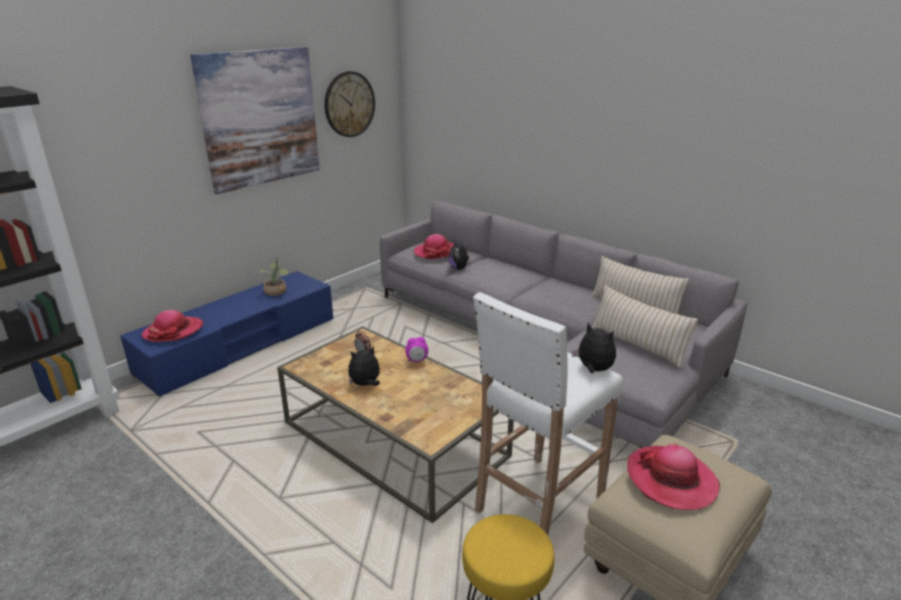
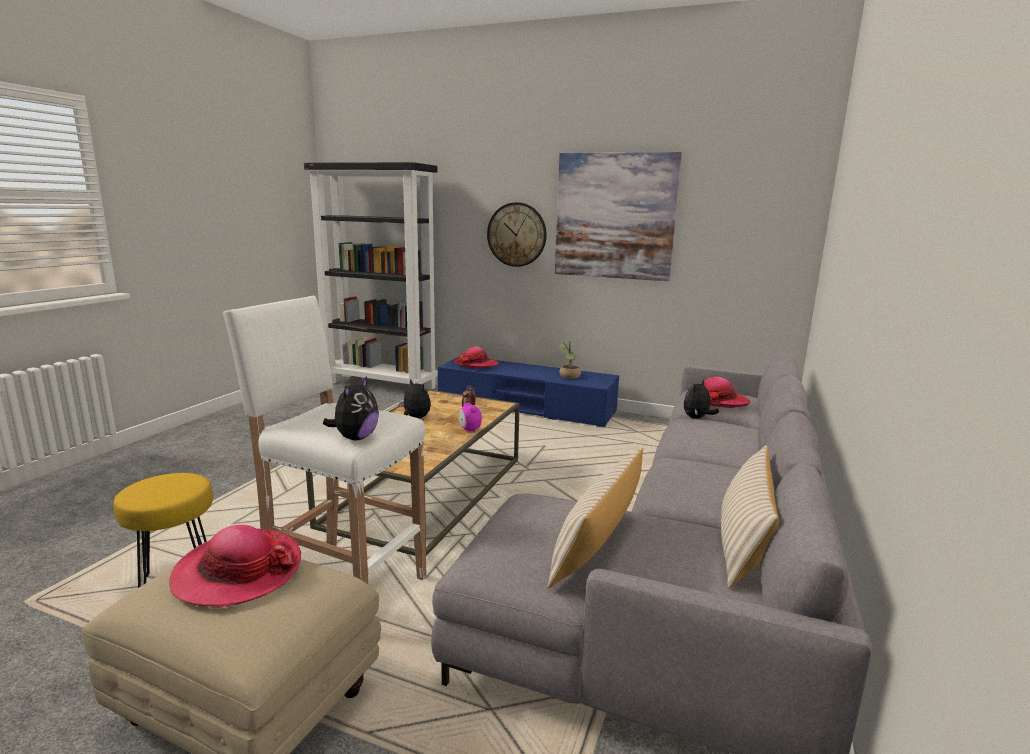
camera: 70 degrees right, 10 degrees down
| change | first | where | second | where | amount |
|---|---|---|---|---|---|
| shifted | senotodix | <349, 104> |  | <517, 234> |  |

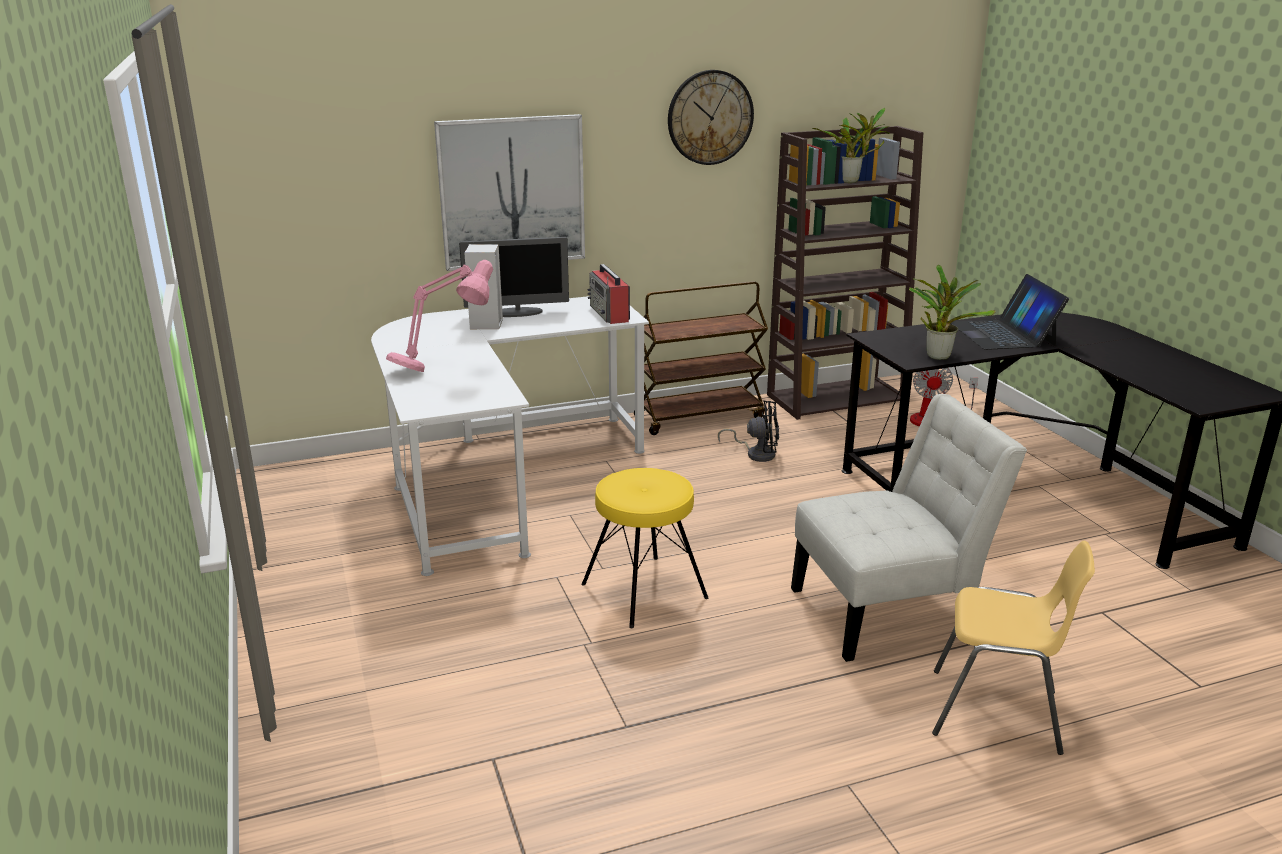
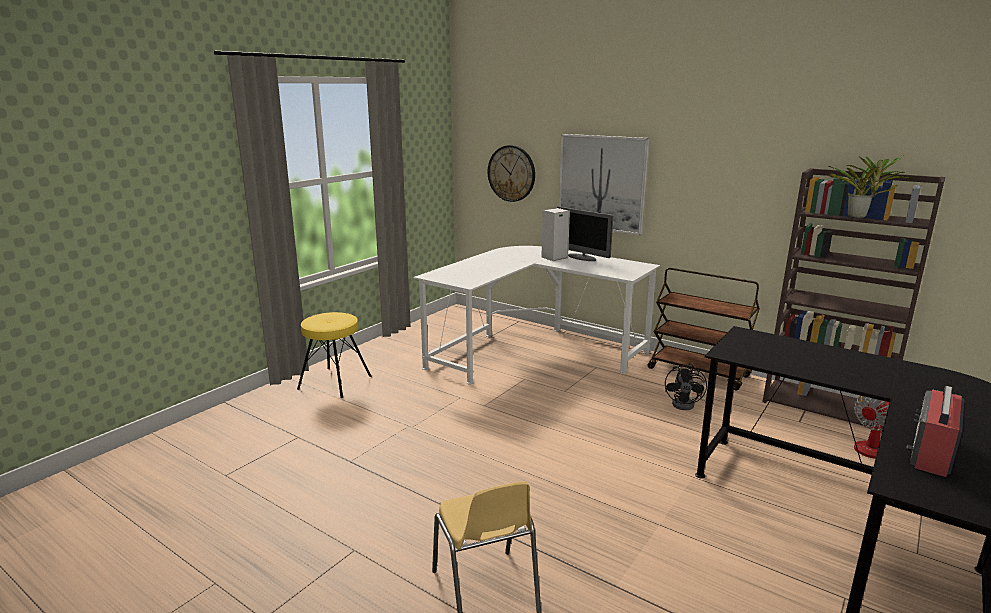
camera: 55 degrees right, 5 degrees down
| change | first | where | second | where | amount |
|---|---|---|---|---|---|
| gone | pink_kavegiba | <442, 369> |  |  |  |
| gone | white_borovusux | <889, 612> |  |  |  |
| gone | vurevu | <938, 355> |  |  |  |
| gone | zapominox | <1003, 334> |  |  |  |
| shifted | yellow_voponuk | <644, 591> |  | <334, 382> |  |
| shifted | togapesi | <609, 314> |  | <931, 453> |  |
| shifted | senotodix | <710, 117> |  | <511, 173> |  |
| rotated | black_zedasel | <756, 453> |  | <687, 404> | 45 degrees clockwise |

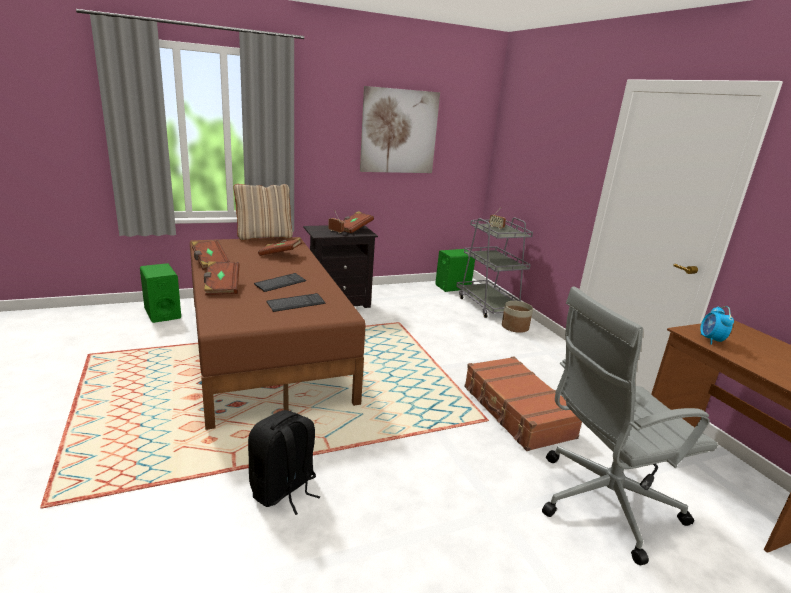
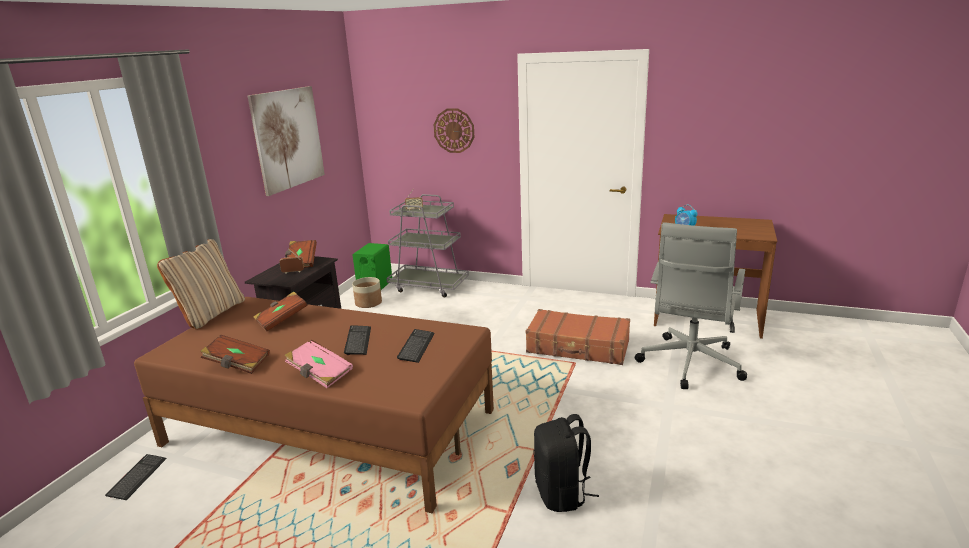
camera: 45 degrees left, 0 degrees up
| change | first | where | second | where | amount |
|---|---|---|---|---|---|
| new |  |  | senotodix | <454, 130> |  |
| shifted | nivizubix | <515, 327> |  | <368, 303> |  |
| swapped | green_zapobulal | <162, 313> | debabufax | <137, 477> |  |
| repainted | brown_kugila | <221, 287> | pink_kugila | <320, 374> |  |

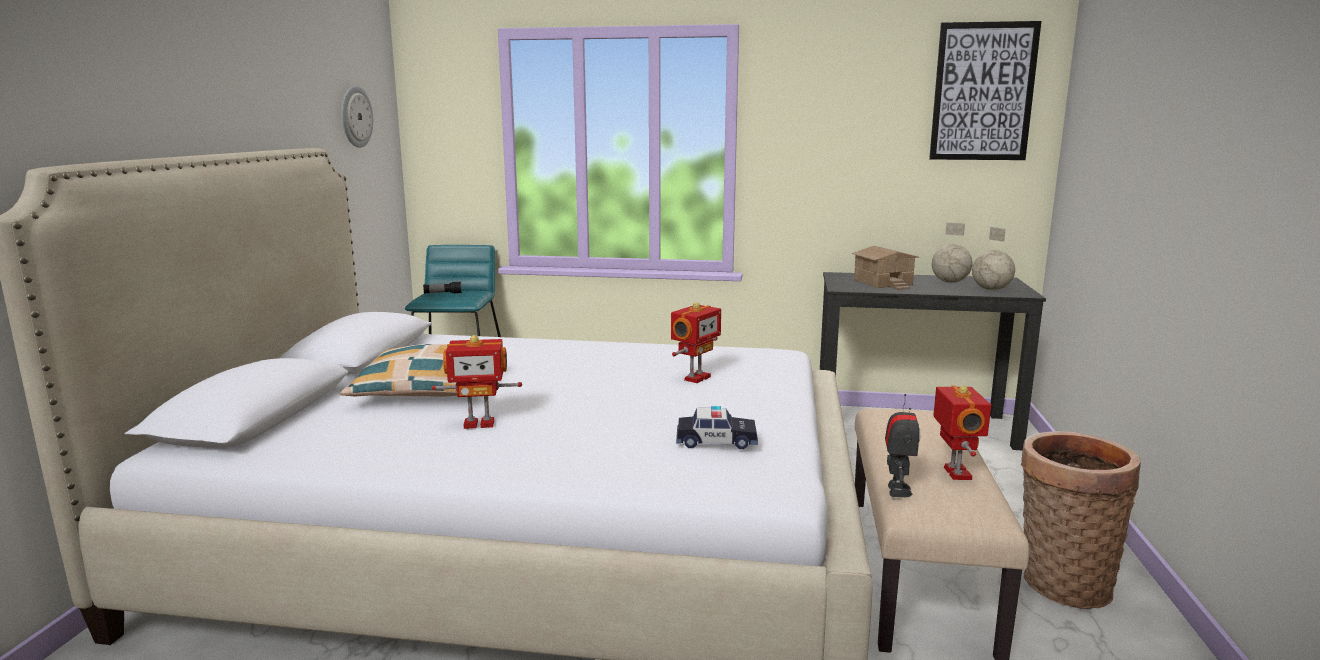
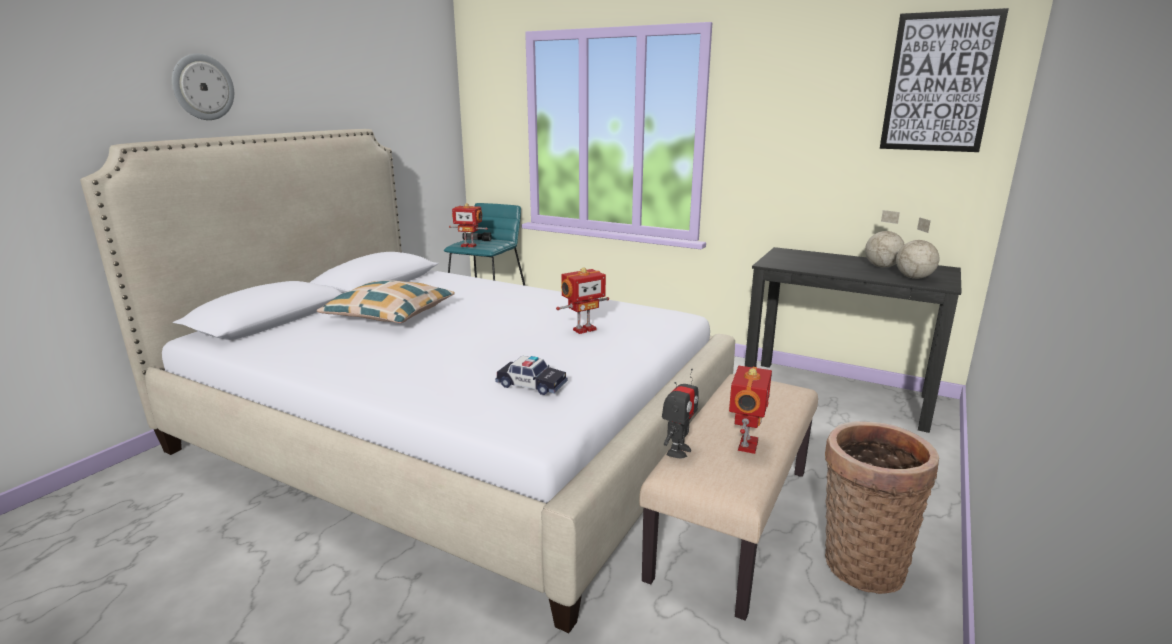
camera: 20 degrees right, 5 degrees up
| change | first | where | second | where | amount |
|---|---|---|---|---|---|
| gone | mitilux | <883, 282> |  |  |  |
| shifted | senotodix | <355, 117> |  | <202, 87> |  |
| shifted | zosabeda | <479, 423> |  | <469, 245> |  |

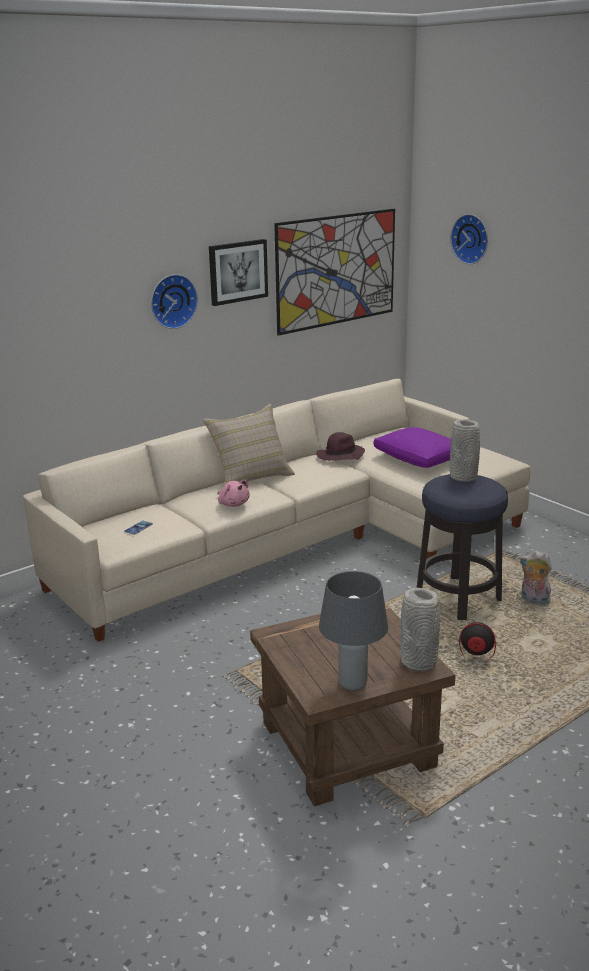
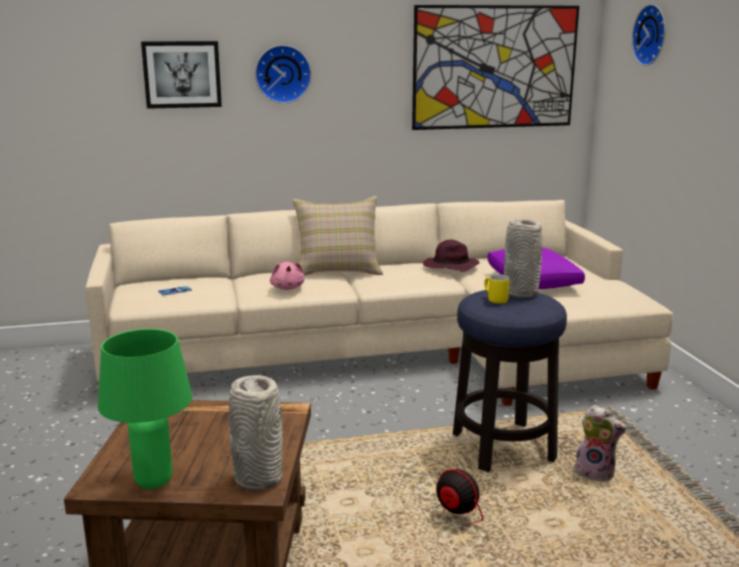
camera: 25 degrees right, 5 degrees down
| change | first | where | second | where | amount |
|---|---|---|---|---|---|
| new |  |  | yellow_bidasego | <493, 300> |  |
| shifted | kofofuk | <237, 271> |  | <182, 74> |  |
| repainted | grey_kavegiba | <353, 685> | green_kavegiba | <153, 482> |  |
| rotated | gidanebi | <533, 601> |  | <595, 473> | 150 degrees clockwise |

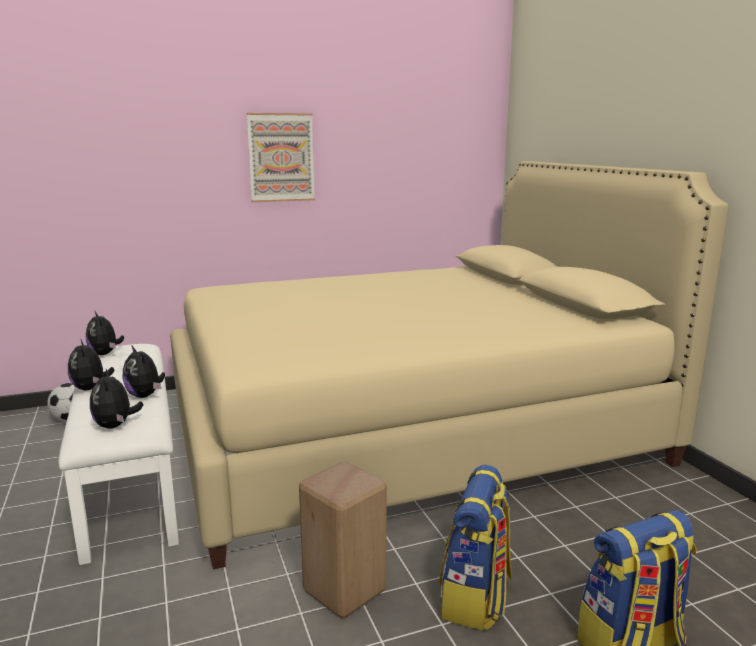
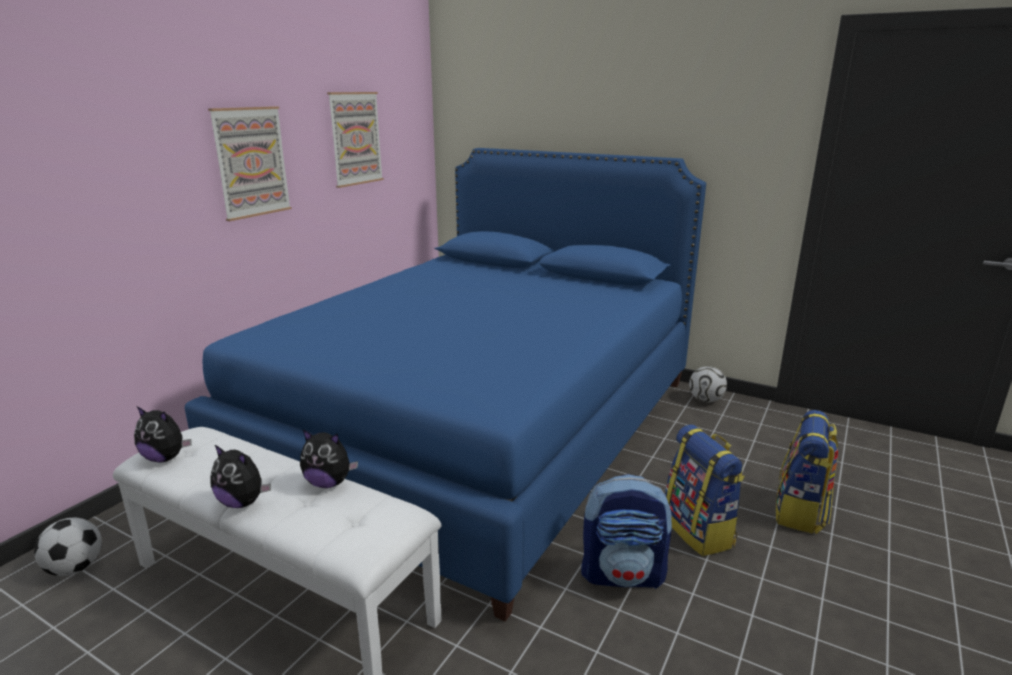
camera: 40 degrees left, 5 degrees up
| change | first | where | second | where | amount |
|---|---|---|---|---|---|
| gone | gidanebi | <115, 426> |  |  |  |
| new |  |  | kofofuk | <355, 138> |  |
| new |  |  | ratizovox | <706, 400> |  |
| swapped | beige_voponuk | <347, 591> | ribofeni | <623, 574> |  |
| repainted | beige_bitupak | <406, 432> | blue_bitupak | <479, 429> |  |

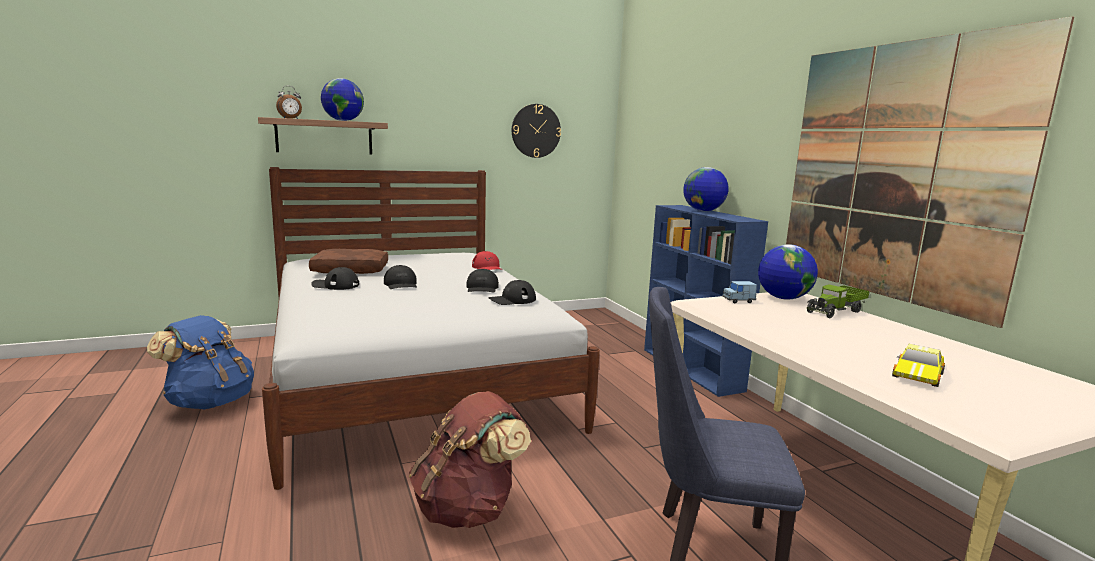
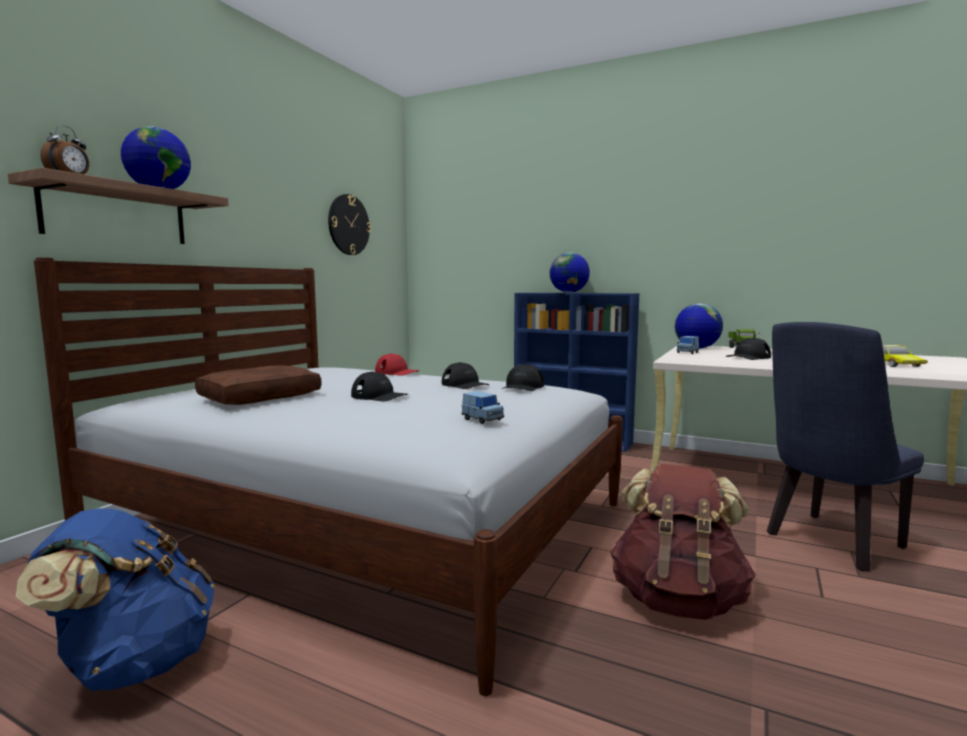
camera: 40 degrees left, 5 degrees down
| change | first | where | second | where | amount |
|---|---|---|---|---|---|
| gone | kofofuk | <895, 172> |  |  |  |
| new |  |  | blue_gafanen | <482, 419> |  |
| shifted | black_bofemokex | <335, 285> |  | <748, 357> |  |

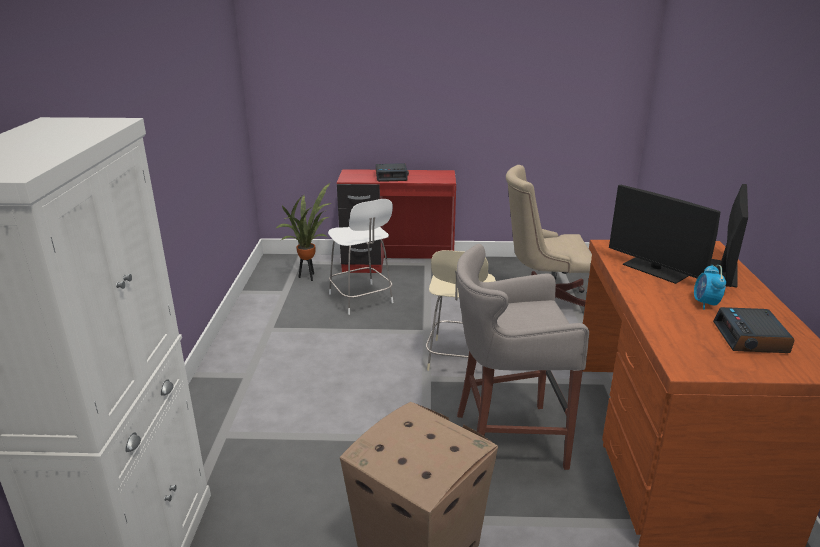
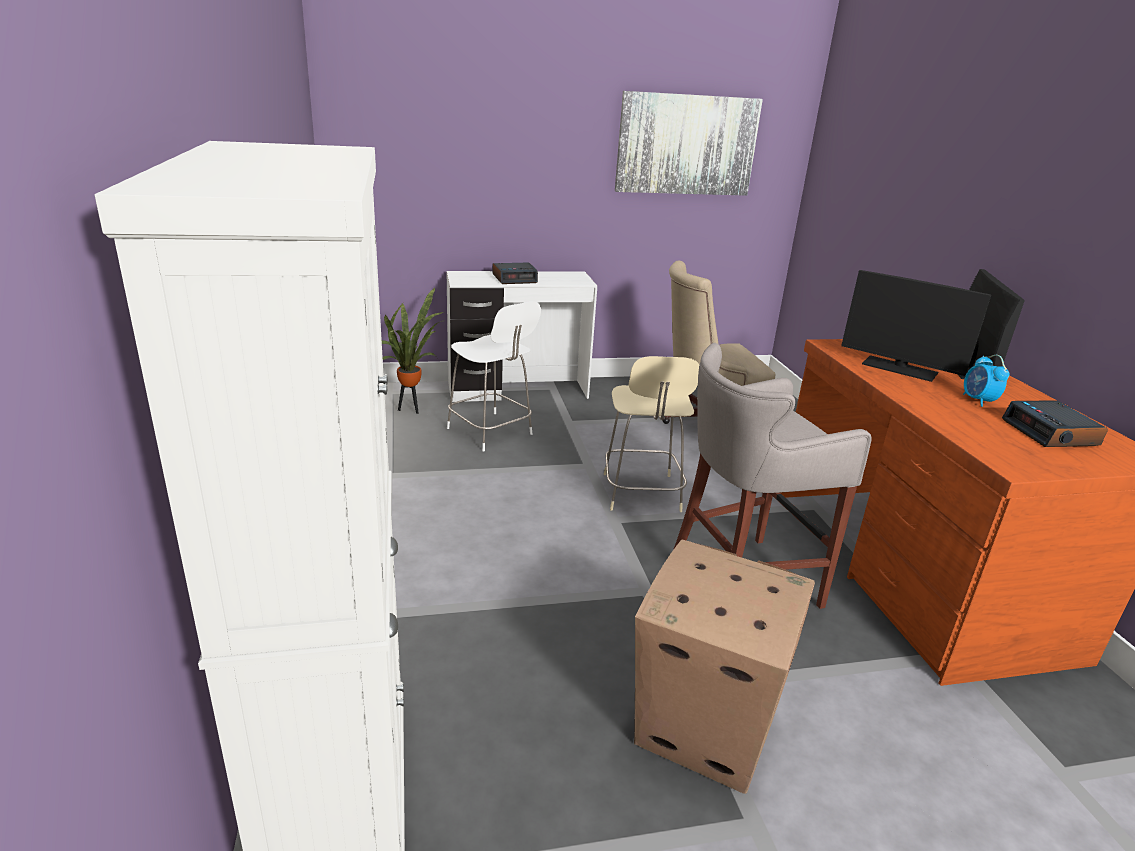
camera: 15 degrees left, 0 degrees up
| change | first | where | second | where | amount |
|---|---|---|---|---|---|
| new |  |  | kofofuk | <686, 145> |  |
| repainted | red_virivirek | <398, 265> | white_virivirek | <518, 391> |  |

